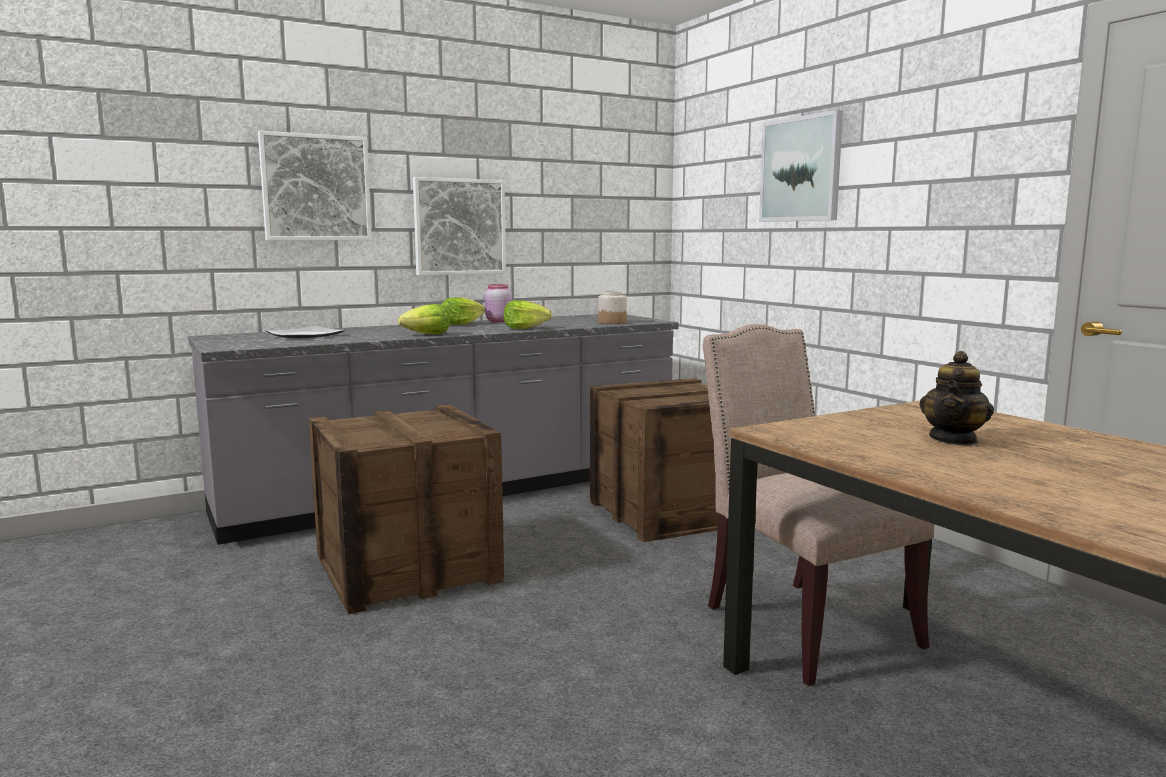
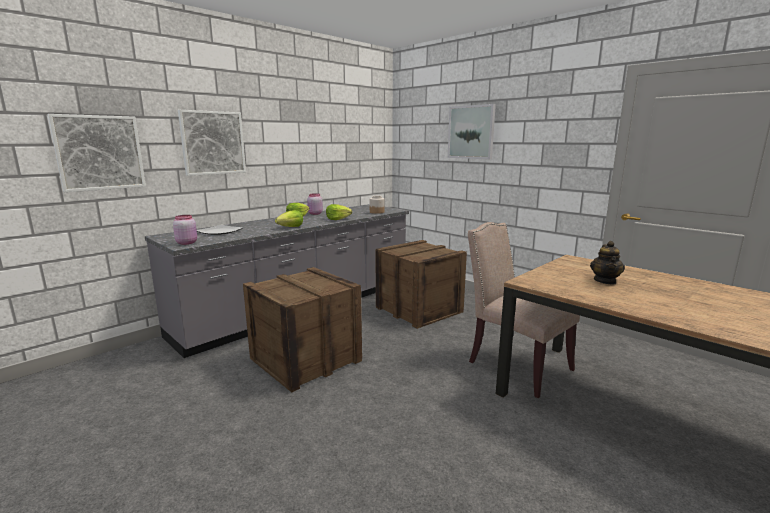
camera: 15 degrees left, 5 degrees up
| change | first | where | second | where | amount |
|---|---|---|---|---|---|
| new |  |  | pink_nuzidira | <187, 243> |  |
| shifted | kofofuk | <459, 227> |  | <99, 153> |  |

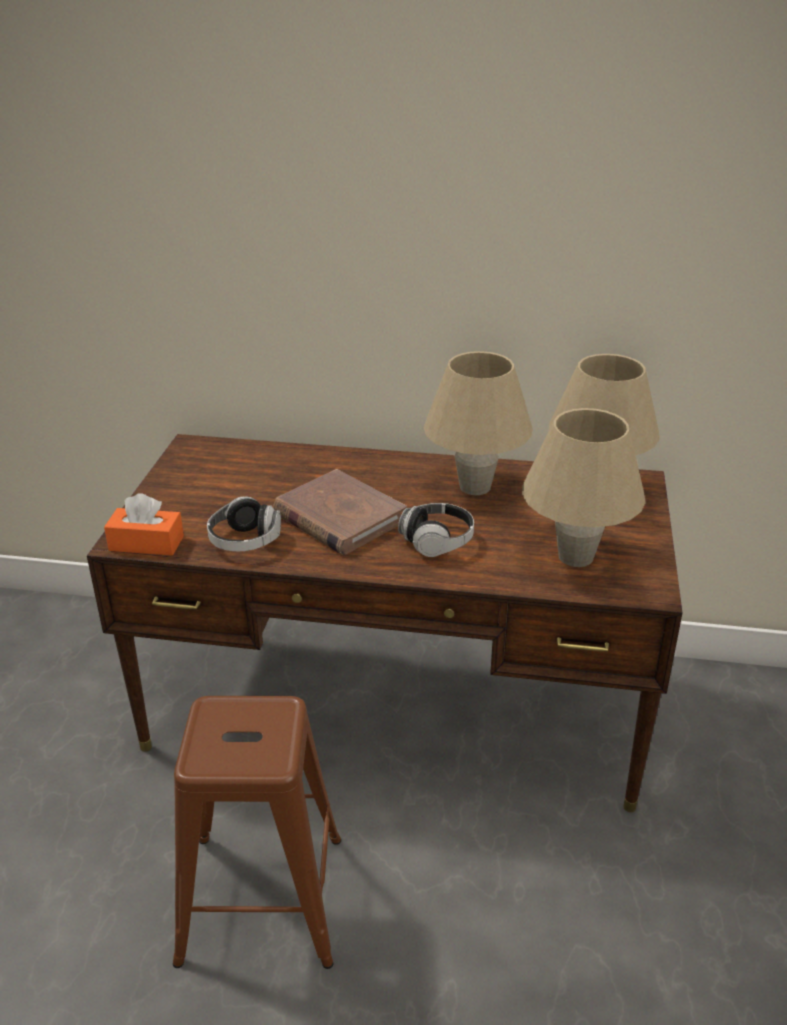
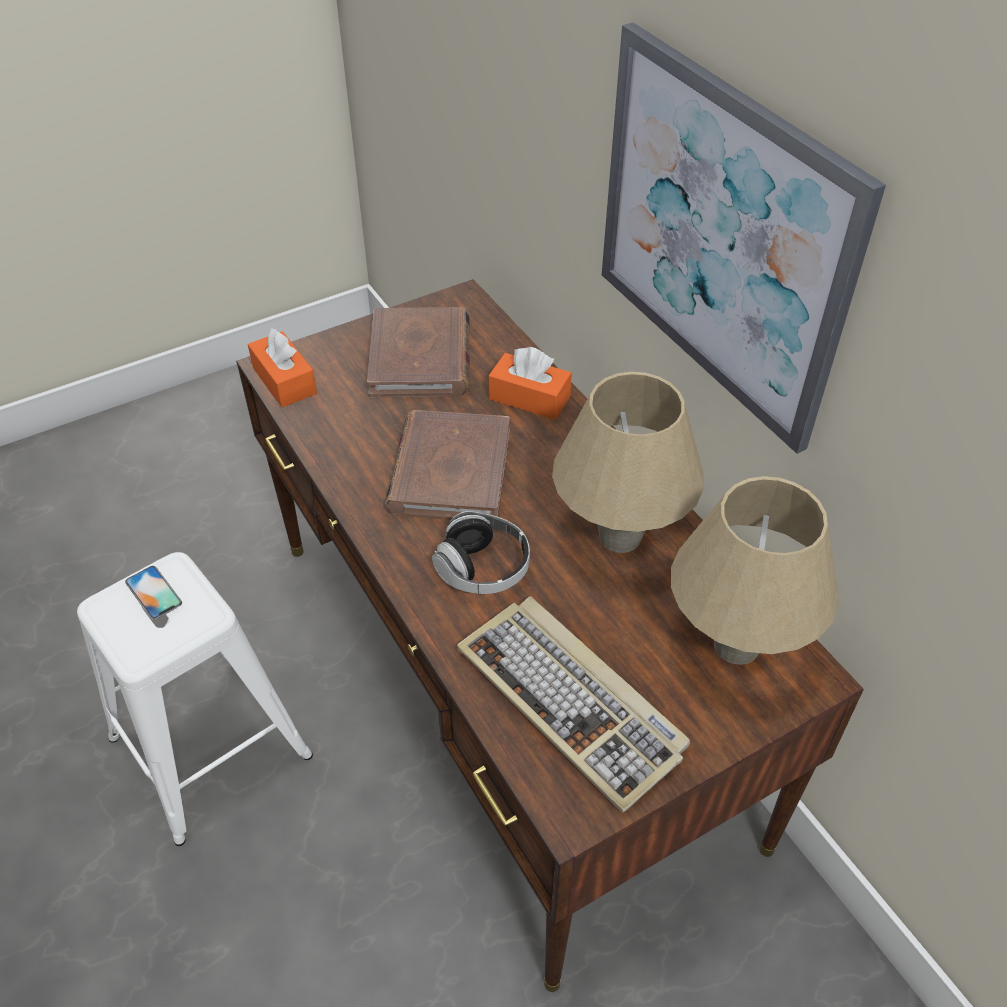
camera: 50 degrees right, 15 degrees up
| change | first | where | second | where | amount |
|---|---|---|---|---|---|
| gone | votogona | <245, 541> |  |  |  |
| new |  |  | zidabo | <153, 592> |  |
| new |  |  | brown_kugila | <421, 358> |  |
| new |  |  | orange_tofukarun | <529, 398> |  |
| new |  |  | kofofuk | <720, 237> |  |
| swapped | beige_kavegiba | <576, 557> | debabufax | <573, 702> |  |
| repainted | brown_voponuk | <259, 900> | white_voponuk | <207, 746> |  |

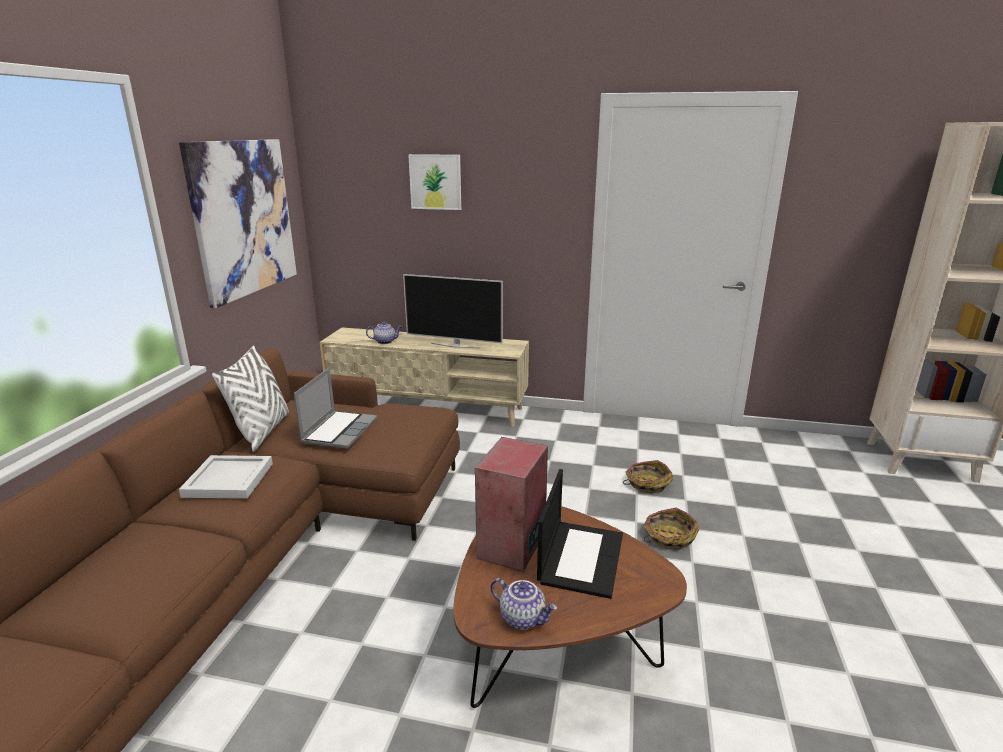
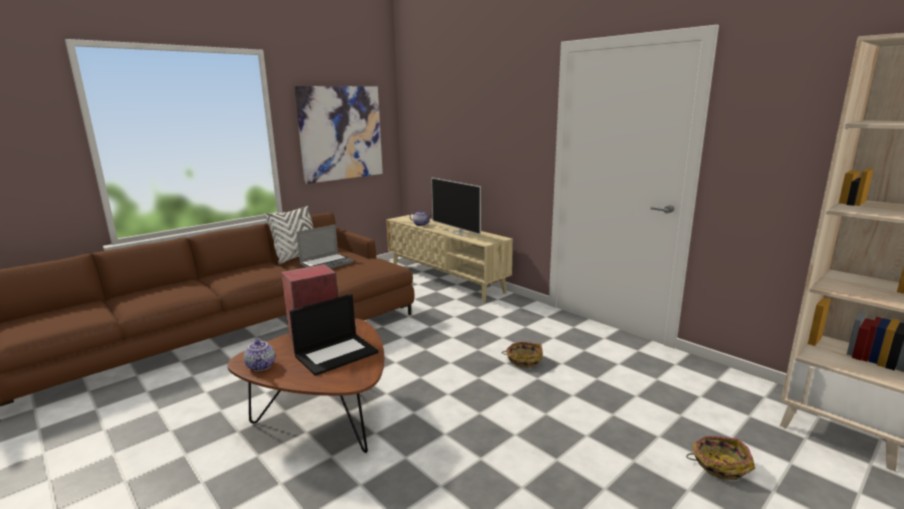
camera: 35 degrees right, 5 degrees down
| change | first | where | second | where | amount |
|---|---|---|---|---|---|
| gone | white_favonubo | <230, 479> |  |  |  |
| gone | kofofuk | <435, 182> |  |  |  |
| shifted | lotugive | <668, 537> |  | <719, 464> |  |

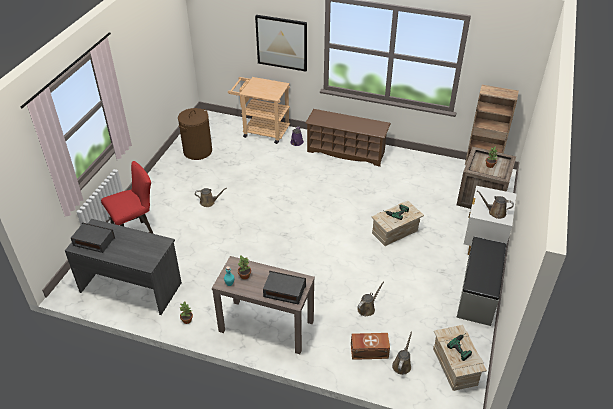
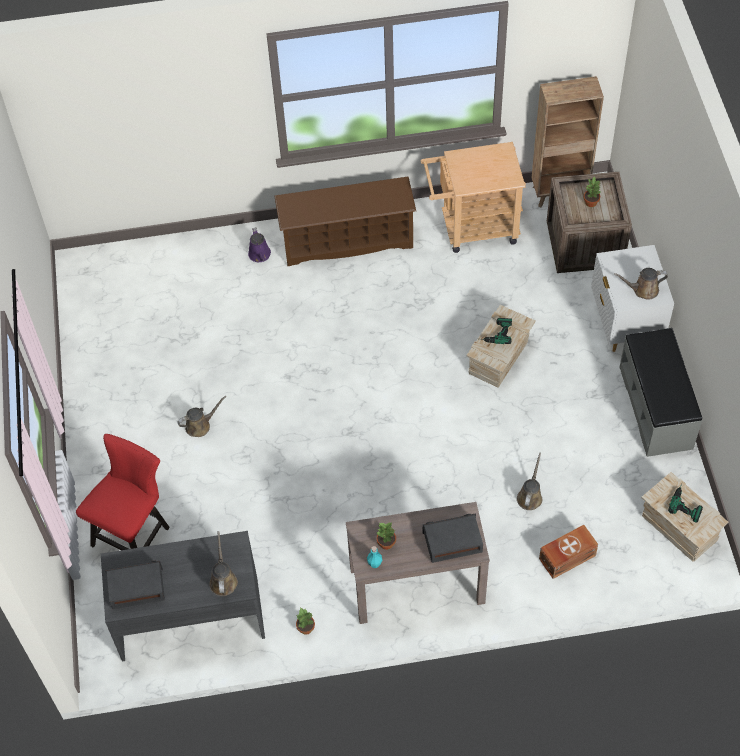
camera: 25 degrees left, 15 degrees up
| change | first | where | second | where | amount |
|---|---|---|---|---|---|
| gone | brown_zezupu | <197, 151> |  |  |  |
| gone | kofofuk | <282, 42> |  |  |  |
| shifted | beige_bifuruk | <262, 131> |  | <472, 228> |  |
| shifted | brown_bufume | <402, 364> |  | <223, 580> |  |

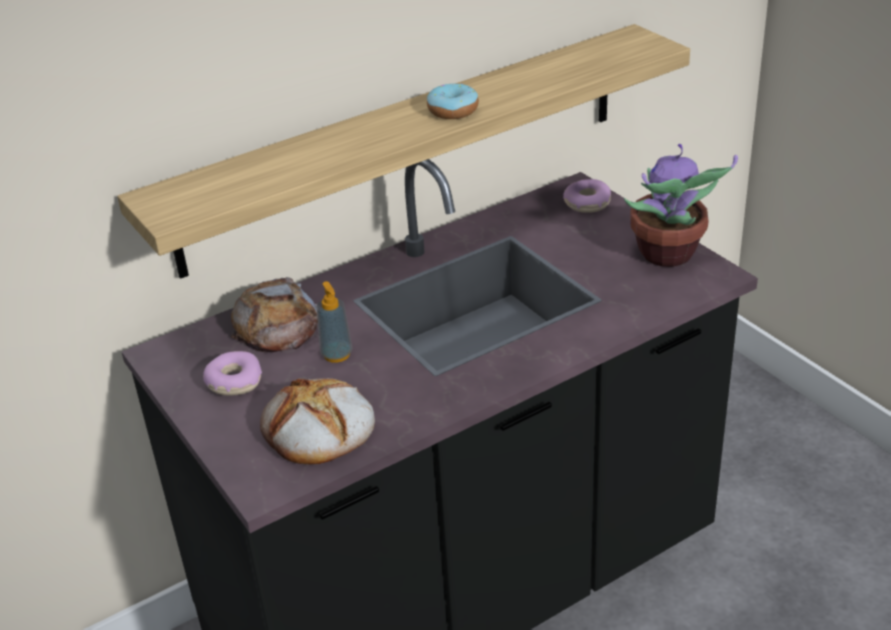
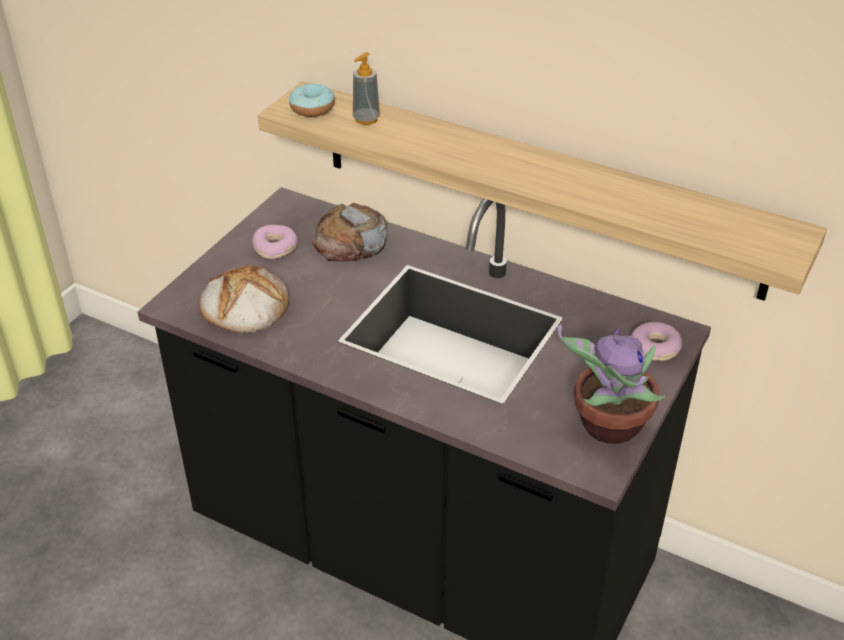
camera: 60 degrees right, 5 degrees up
| change | first | where | second | where | amount |
|---|---|---|---|---|---|
| shifted | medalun | <337, 354> |  | <366, 119> |  |
| shifted | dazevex | <453, 111> |  | <312, 108> |  |

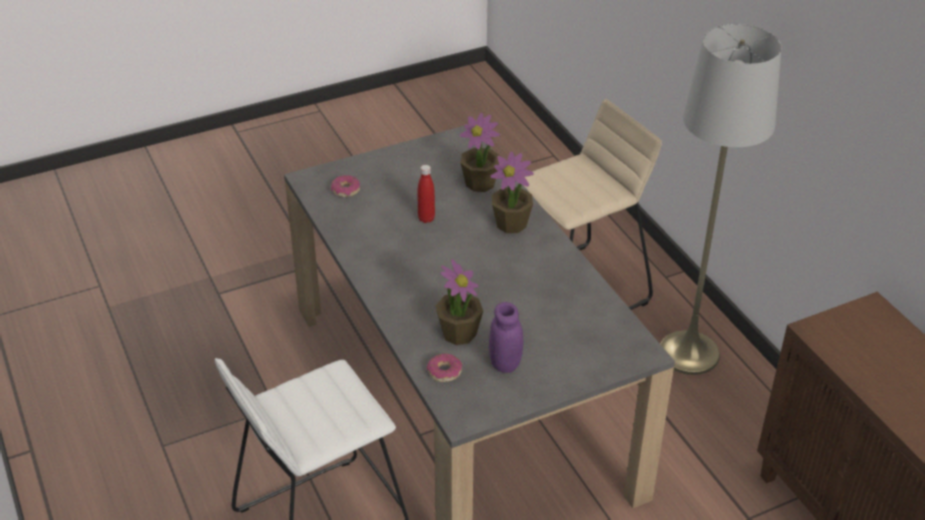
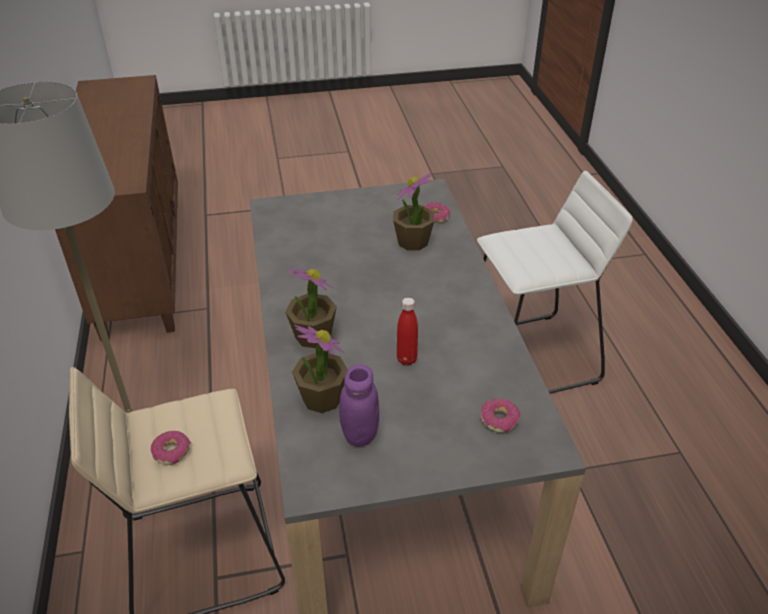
camera: 165 degrees left, 0 degrees up
| change | first | where | second | where | amount |
|---|---|---|---|---|---|
| new |  |  | dazevex | <172, 451> |  |
| shifted | purple_nuzidira | <505, 363> |  | <360, 434> |  |

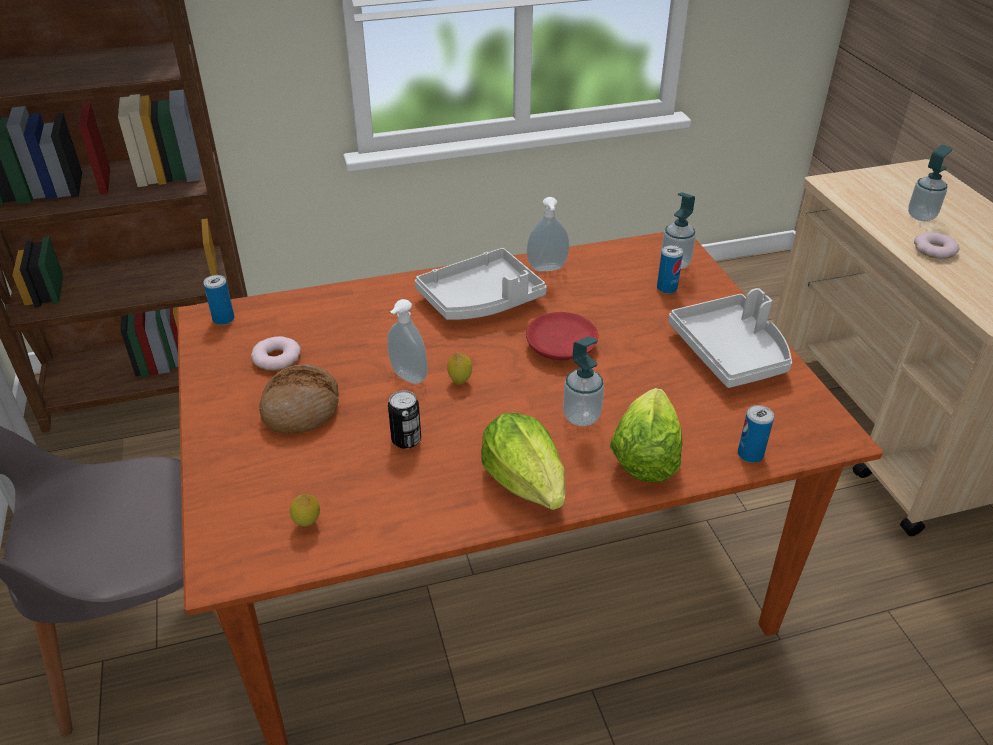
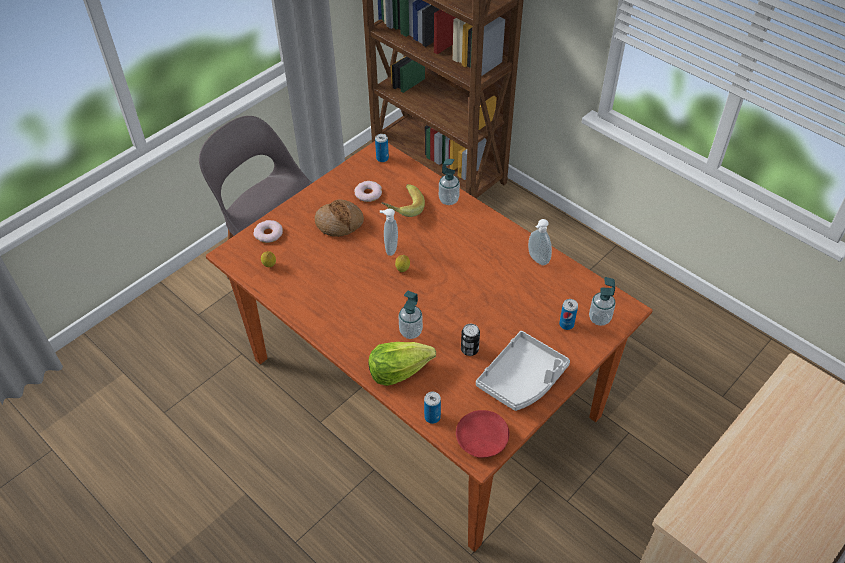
camera: 60 degrees right, 10 degrees up
| change | first | where | second | where | amount |
|---|---|---|---|---|---|
| gone | grey_favonubo | <481, 300> |  |  |  |
| gone | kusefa | <526, 482> |  |  |  |
| new |  |  | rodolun | <402, 209> |  |
| shifted | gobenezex | <406, 440> |  | <469, 349> |  |
| shifted | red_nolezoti | <561, 346> |  | <481, 439> |  |
| shifted | medalun | <921, 216> |  | <448, 200> |  |
| shifted | dazevex | <934, 250> |  | <268, 234> |  |

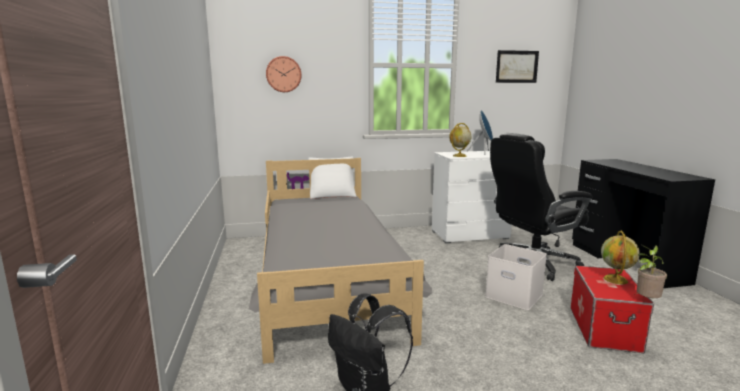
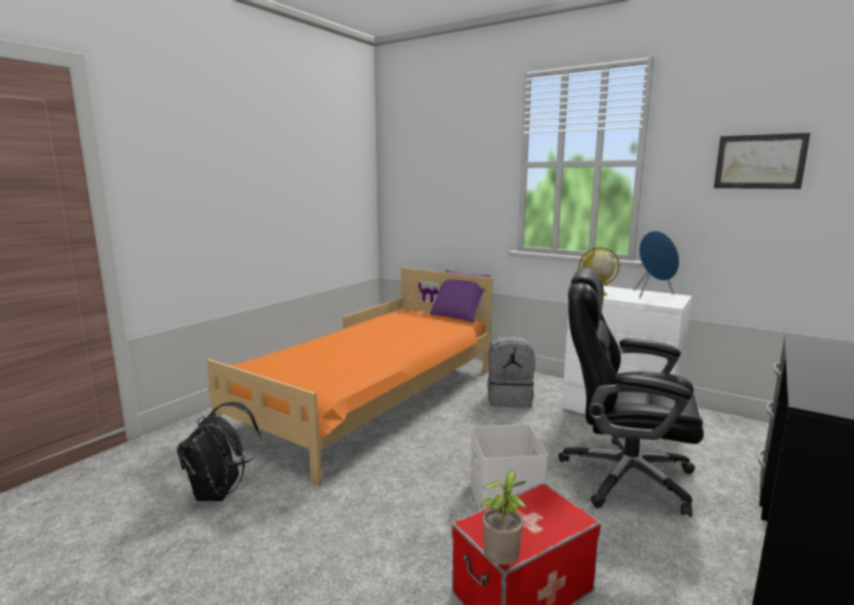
camera: 45 degrees right, 0 degrees up
| change | first | where | second | where | amount |
|---|---|---|---|---|---|
| gone | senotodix | <283, 74> |  |  |  |
| gone | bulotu | <616, 280> |  |  |  |
| new |  |  | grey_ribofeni | <509, 398> |  |
| repainted | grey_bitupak | <328, 281> | orange_bitupak | <373, 401> |  |
| repainted | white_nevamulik | <332, 195> | purple_nevamulik | <459, 315> |  |

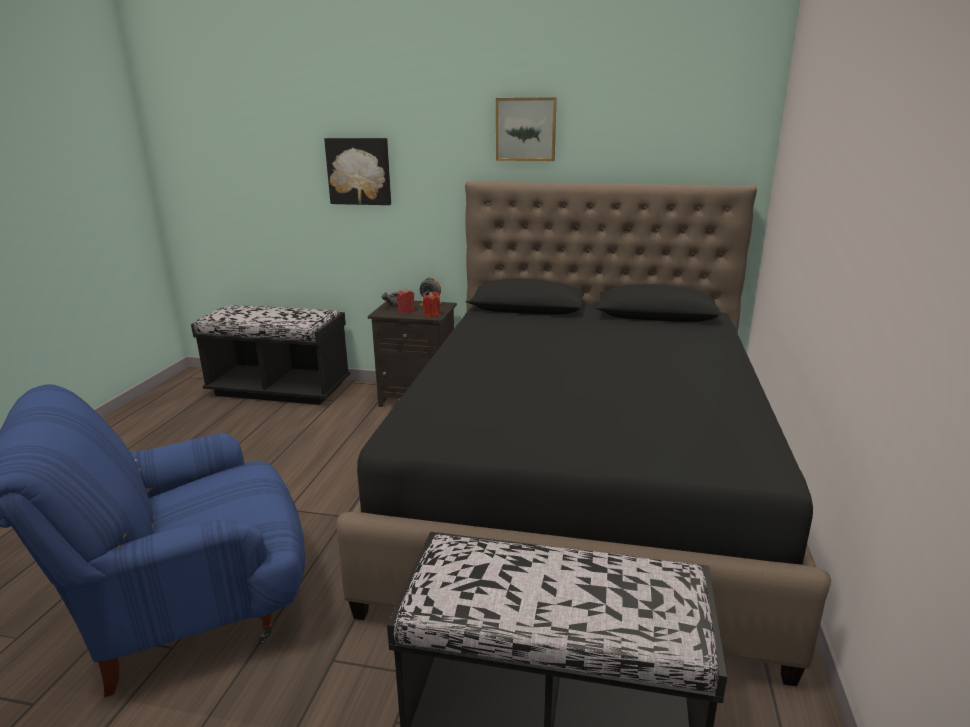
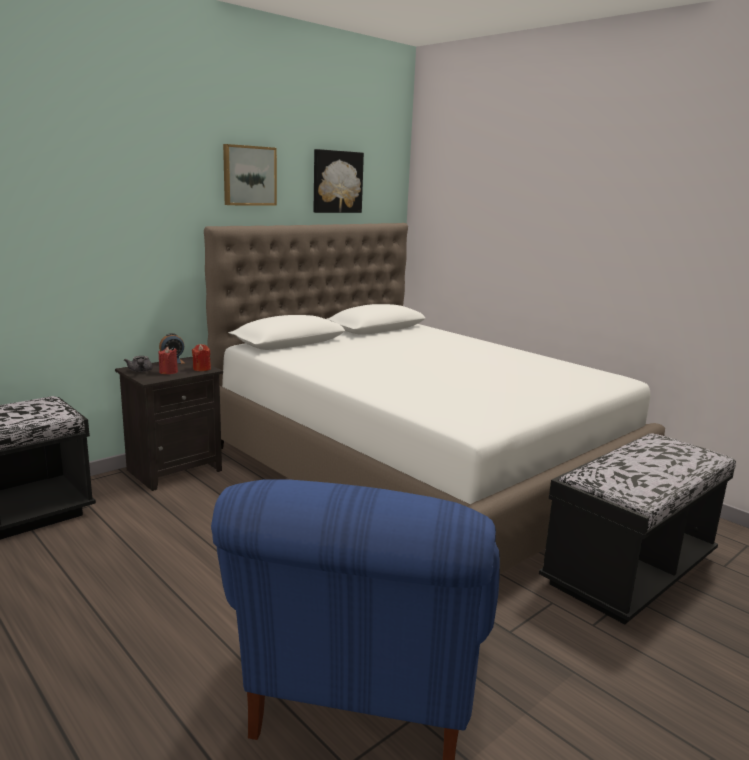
camera: 55 degrees left, 5 degrees down
| change | first | where | second | where | amount |
|---|---|---|---|---|---|
| shifted | kofofuk | <359, 171> |  | <336, 182> |  |
| repainted | black_bitupak | <582, 489> | white_bitupak | <418, 471> |  |

